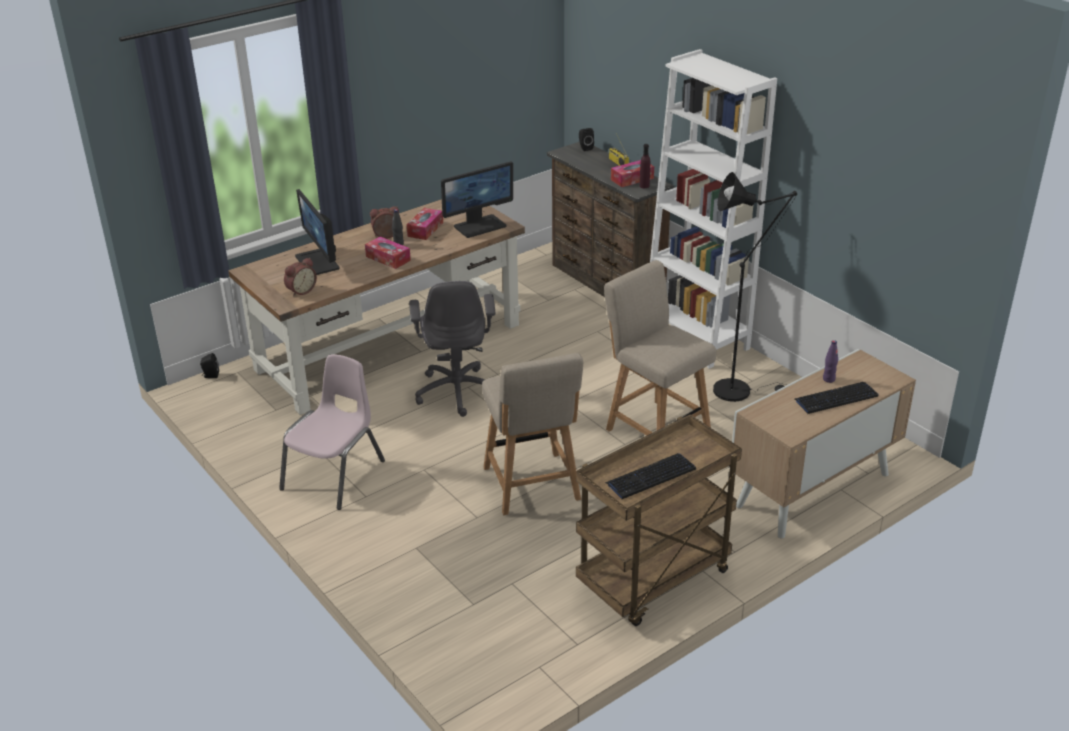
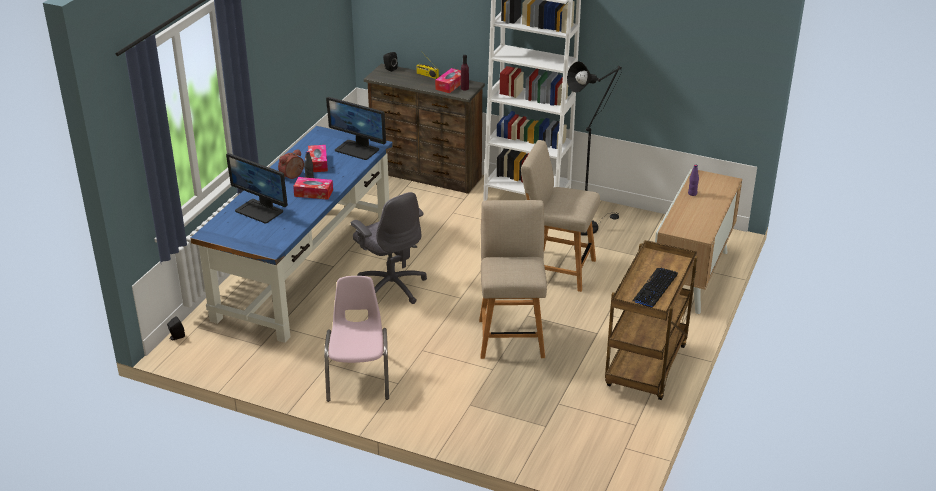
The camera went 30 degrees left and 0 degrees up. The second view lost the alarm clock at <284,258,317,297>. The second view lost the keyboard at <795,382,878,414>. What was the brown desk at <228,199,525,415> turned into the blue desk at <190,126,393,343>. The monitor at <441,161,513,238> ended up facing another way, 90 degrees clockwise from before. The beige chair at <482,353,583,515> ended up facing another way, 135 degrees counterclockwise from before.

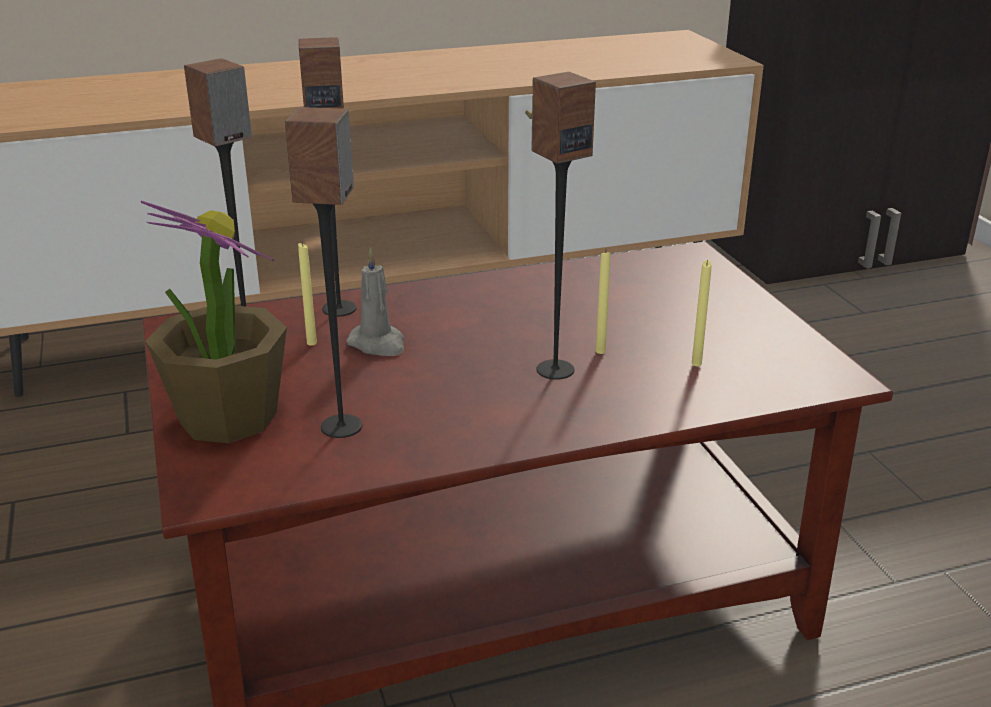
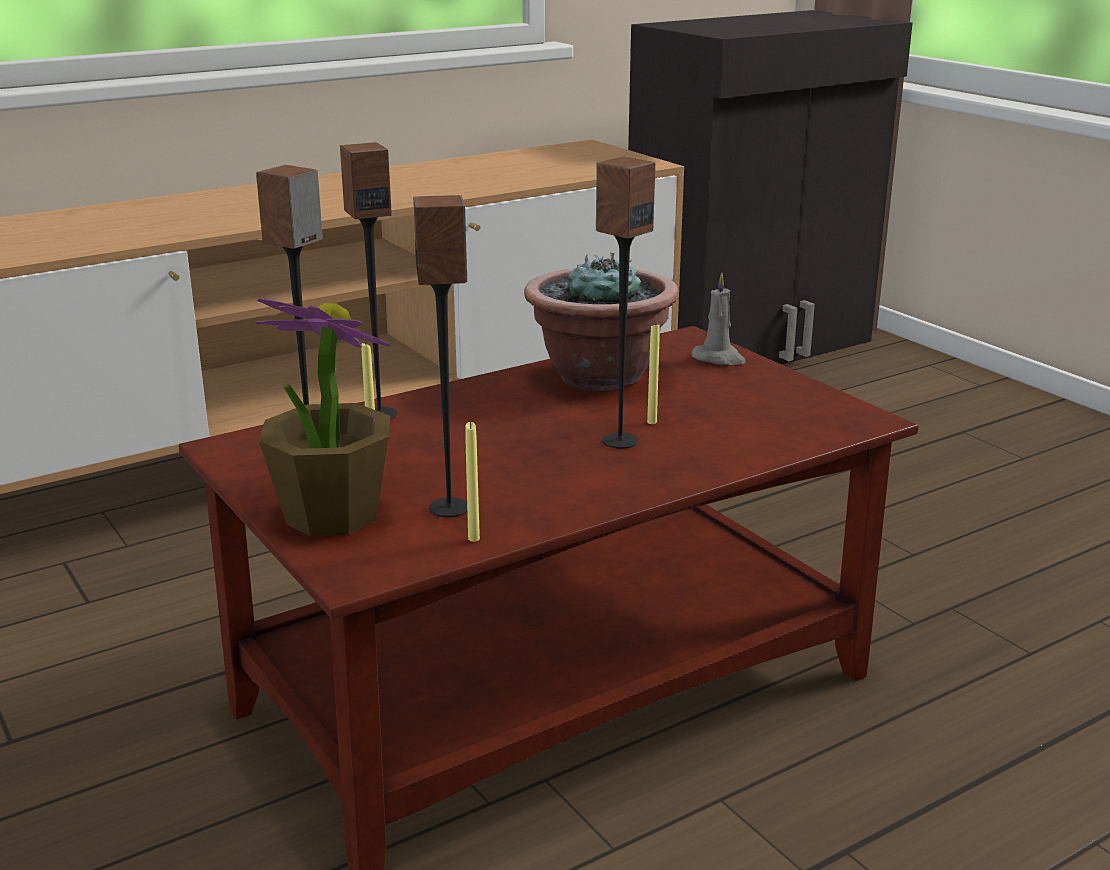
The camera went 15 degrees left and 5 degrees down. The second view gained the potted plant at <524,252,679,391>. The grey candle ended up elsewhere, having gone from <346,248,404,356> to <692,273,746,365>. The yellow candle ended up elsewhere, having gone from <692,260,712,366> to <465,422,480,542>.

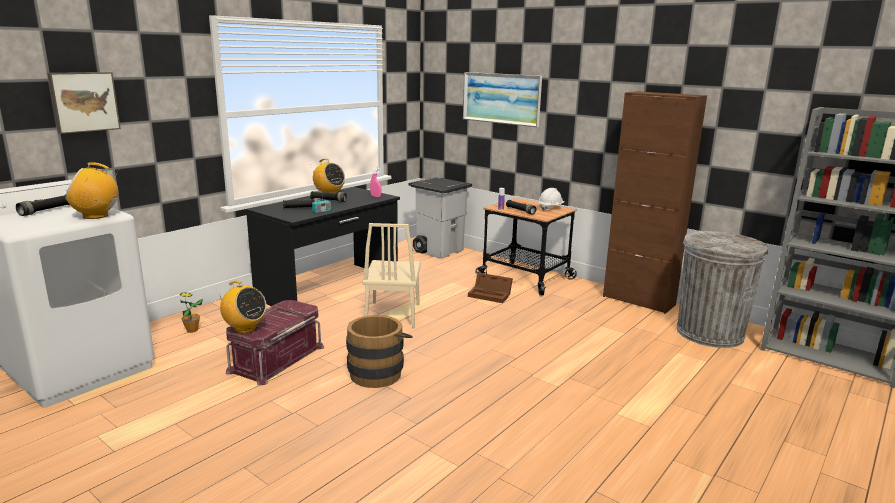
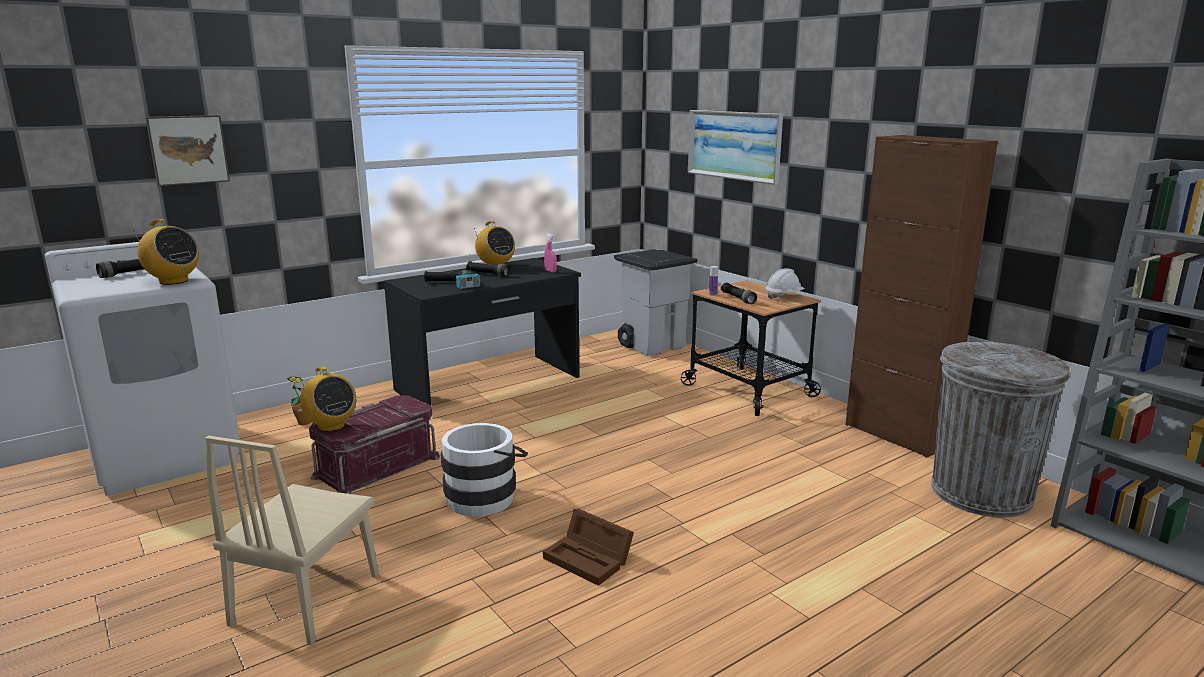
The camera went 15 degrees right and 0 degrees up. The beige chair ended up elsewhere, having gone from <363,223,421,328> to <206,436,379,645>. The brown storage box ended up elsewhere, having gone from <468,272,513,303> to <543,509,634,586>. What was the brown bucket at <346,315,413,388> turned into the white bucket at <441,423,528,517>. The radio at <65,162,119,219> ended up facing another way, 150 degrees counterclockwise from before.

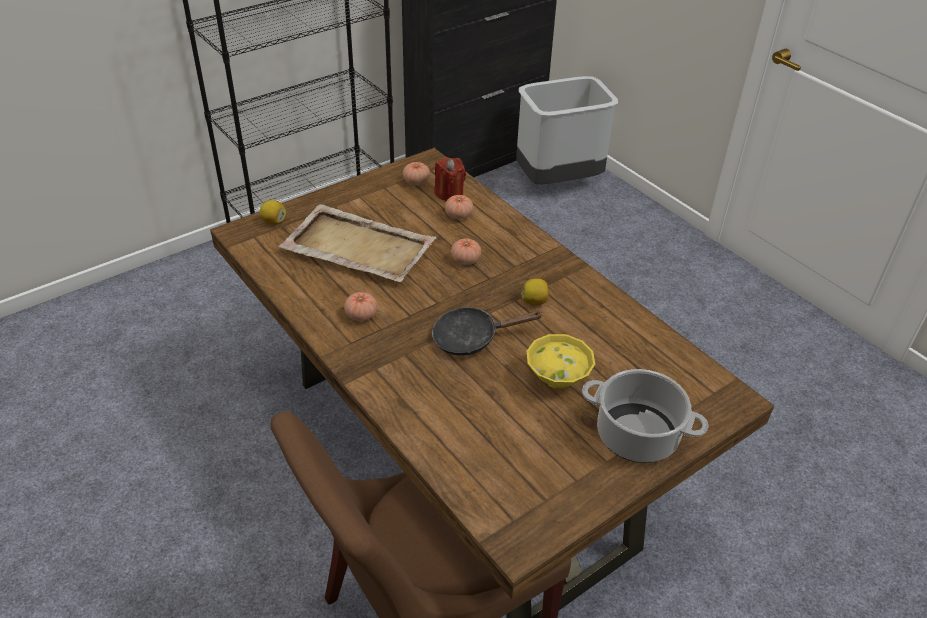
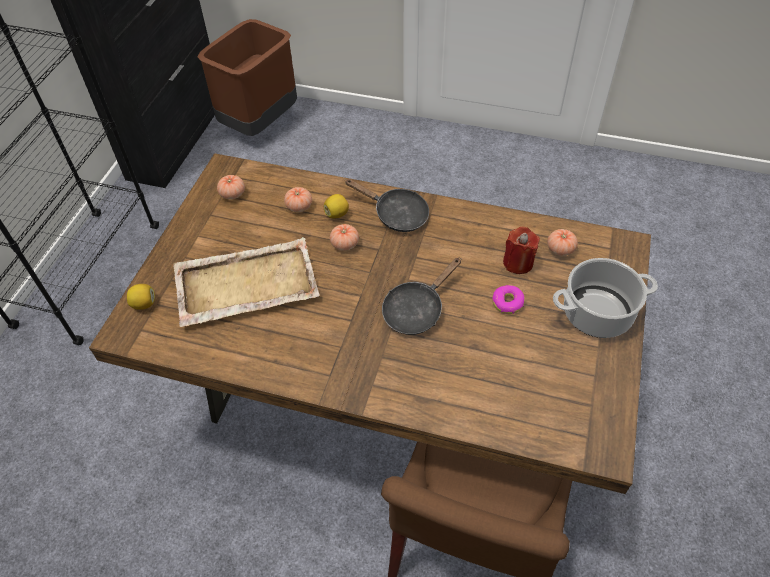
The camera went 35 degrees left and 10 degrees up. The second view gained the black frying pan at <345,179,429,232>. The tomato ended up elsewhere, having gone from <344,292,377,321> to <547,229,578,256>. The red candle ended up elsewhere, having gone from <434,157,466,201> to <503,226,540,274>. The lemon ended up elsewhere, having gone from <521,278,548,305> to <324,194,349,218>. Where the yellow bowl stood at <527,334,595,389>, the donut came to stand at <492,285,525,314>. What was the grey trash can at <516,76,618,184> turned into the brown trash can at <197,19,297,136>.

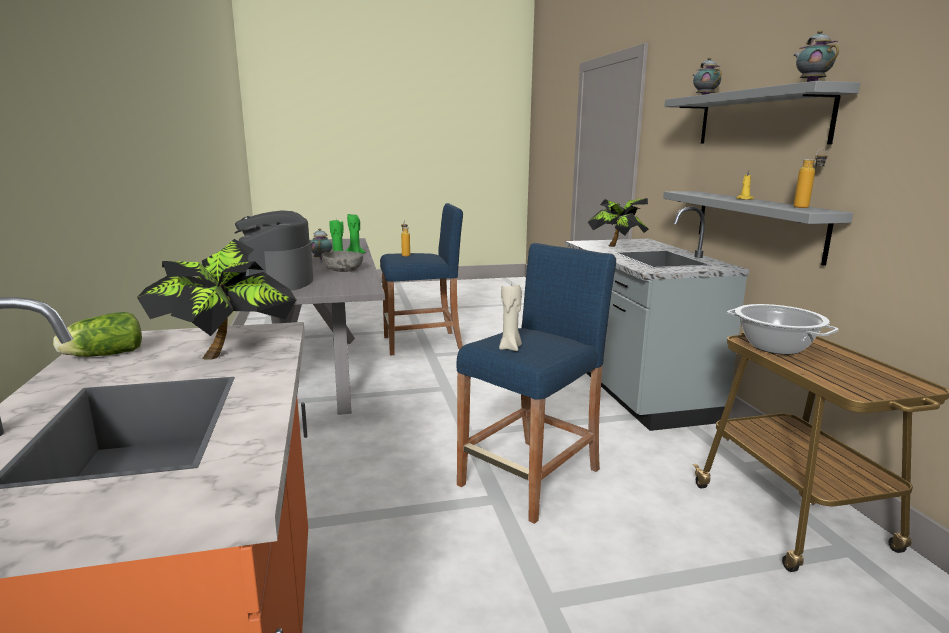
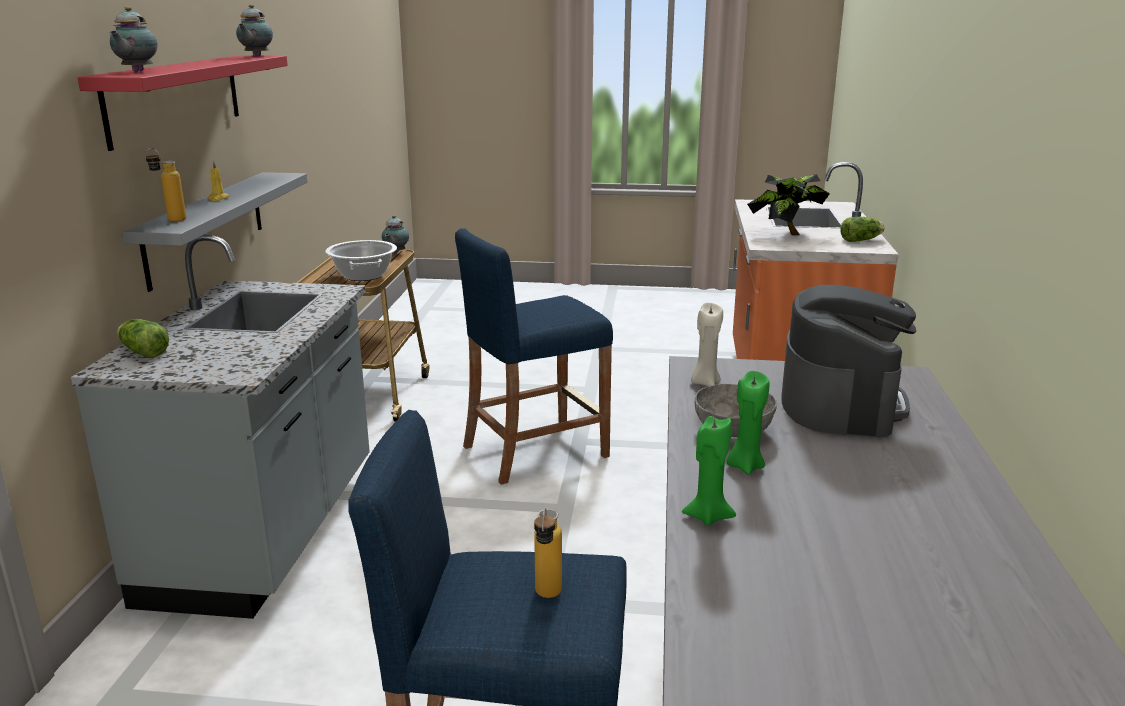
The camera went 160 degrees left and 5 degrees up. The second view lost the potted plant at <588,198,649,247>. The second view gained the lettuce at <117,319,169,358>. The teapot ended up elsewhere, having gone from <311,228,332,260> to <382,215,409,253>. The beige candle ended up elsewhere, having gone from <499,283,522,351> to <691,303,723,386>. The bottle ended up elsewhere, having gone from <794,149,828,208> to <146,148,186,221>. What was the grey shelf at <664,81,860,144> turned into the red shelf at <77,55,288,151>.

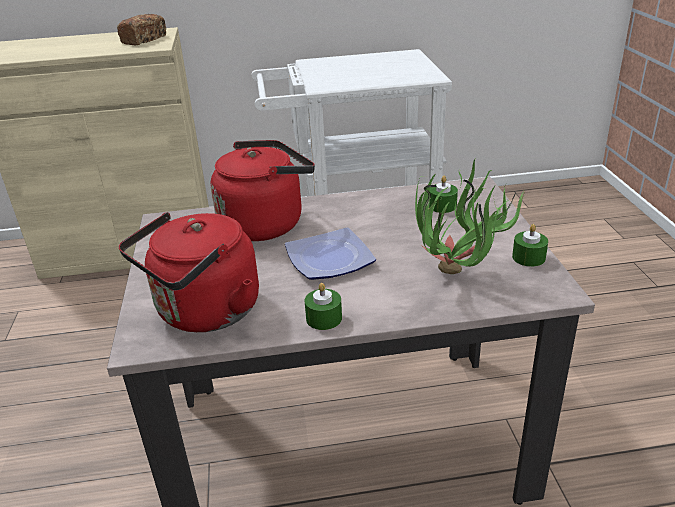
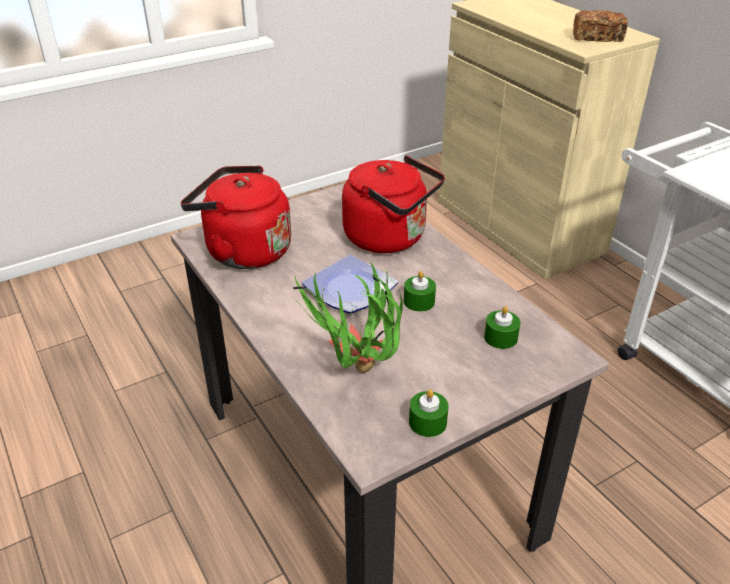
The camera went 65 degrees right and 5 degrees up. The green candle ended up elsewhere, having gone from <305,283,342,330> to <404,271,436,312>.

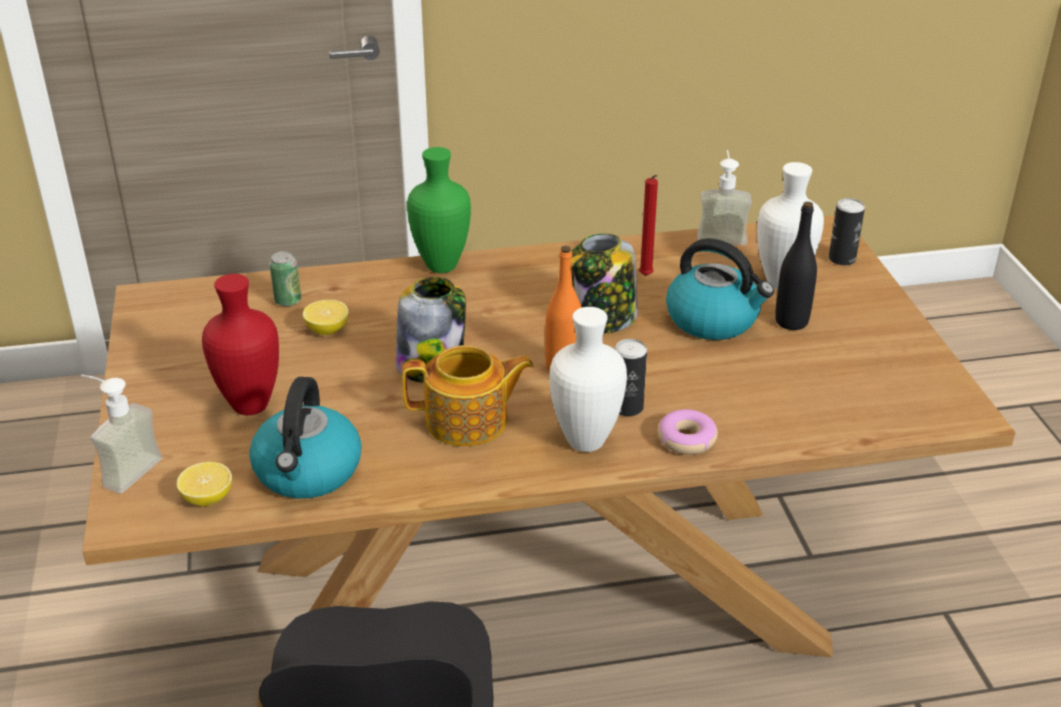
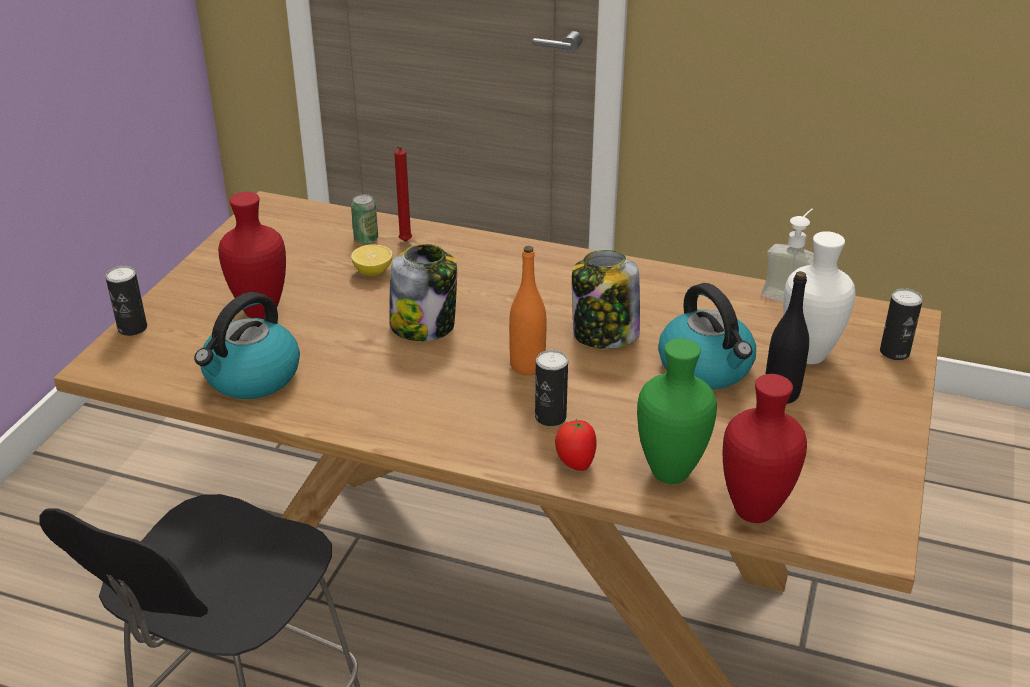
The camera went 30 degrees right and 0 degrees up. The second view lost the lemon at <177,462,232,506>. The second view lost the teapot at <402,345,534,447>. The second view lost the white vase at <549,307,627,452>. The second view gained the red vase at <723,374,807,523>. The green vase ended up elsewhere, having gone from <407,147,471,273> to <637,338,717,484>. The red candle ended up elsewhere, having gone from <639,175,658,276> to <394,146,412,242>. Where the soap dispenser stood at <81,375,162,494>, the can came to stand at <106,266,147,336>. Where the donut stood at <658,409,718,455>, the tomato came to stand at <555,419,597,471>.

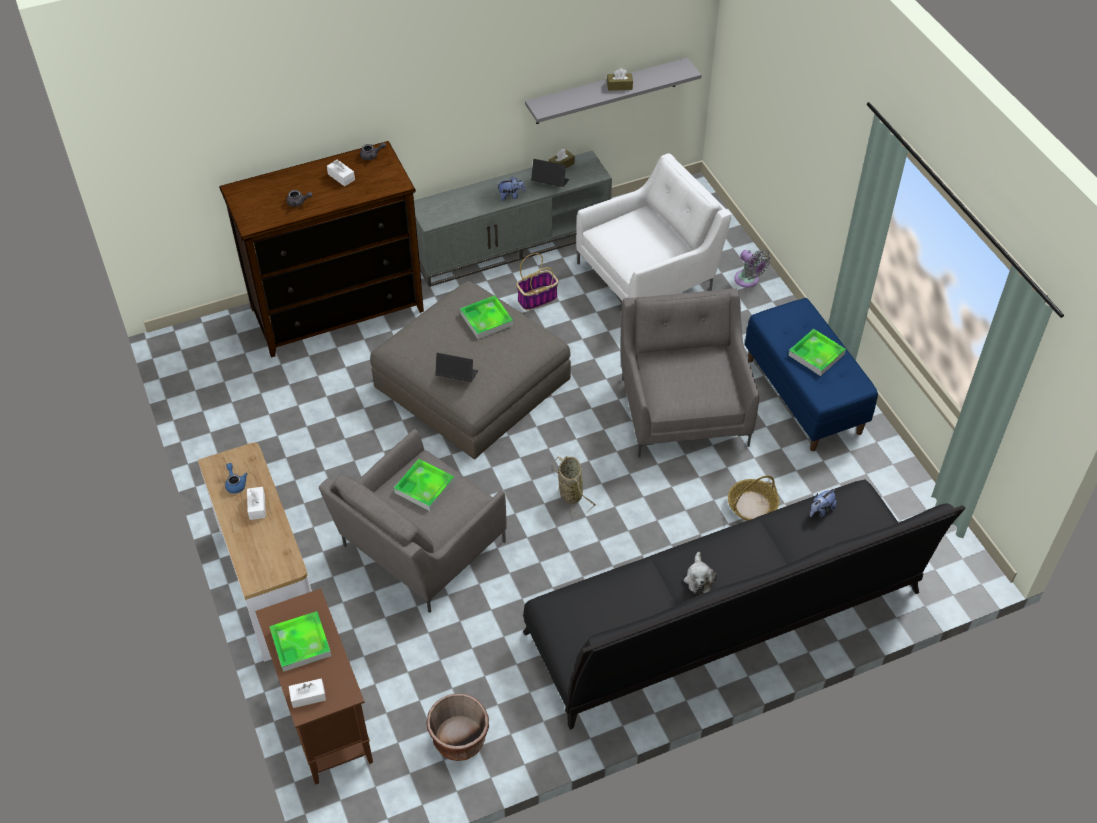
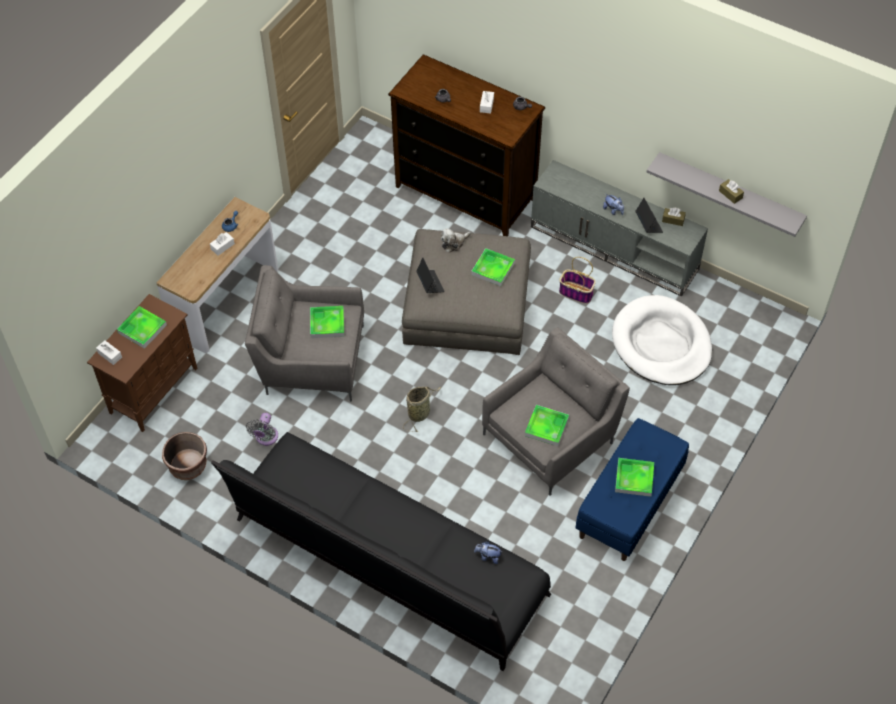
The camera went 55 degrees right and 5 degrees up. The second view lost the basket at <728,475,779,521>. The second view gained the tray at <525,405,569,446>. The plush toy ended up elsewhere, having gone from <684,552,718,593> to <441,228,471,253>. The grey fan ended up elsewhere, having gone from <734,249,771,288> to <246,413,278,446>. Where the white armchair stood at <576,153,732,302>, the white dog bed came to stand at <612,295,712,385>.

